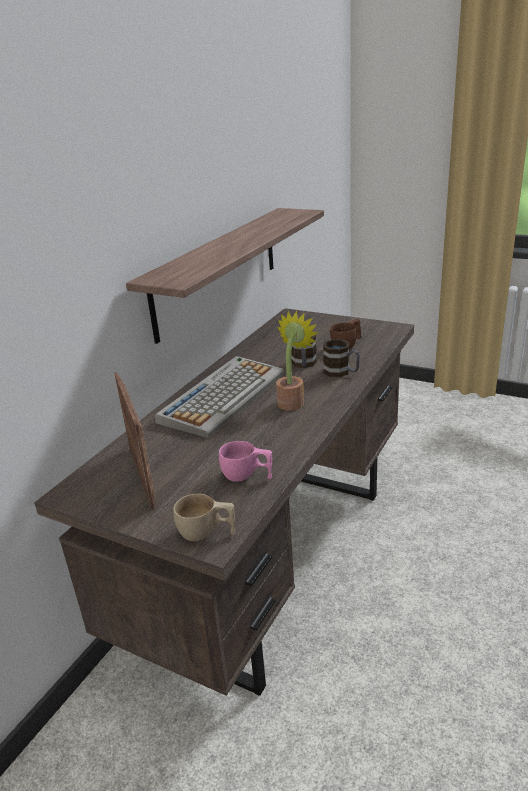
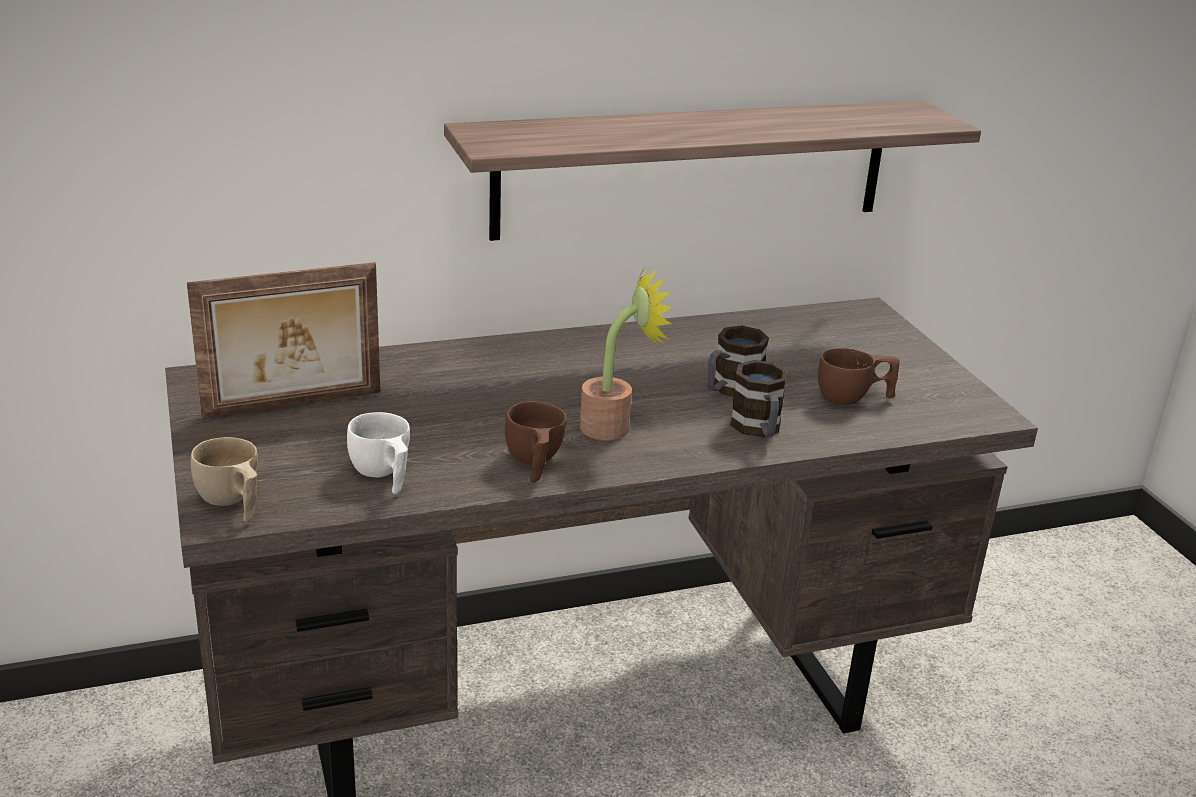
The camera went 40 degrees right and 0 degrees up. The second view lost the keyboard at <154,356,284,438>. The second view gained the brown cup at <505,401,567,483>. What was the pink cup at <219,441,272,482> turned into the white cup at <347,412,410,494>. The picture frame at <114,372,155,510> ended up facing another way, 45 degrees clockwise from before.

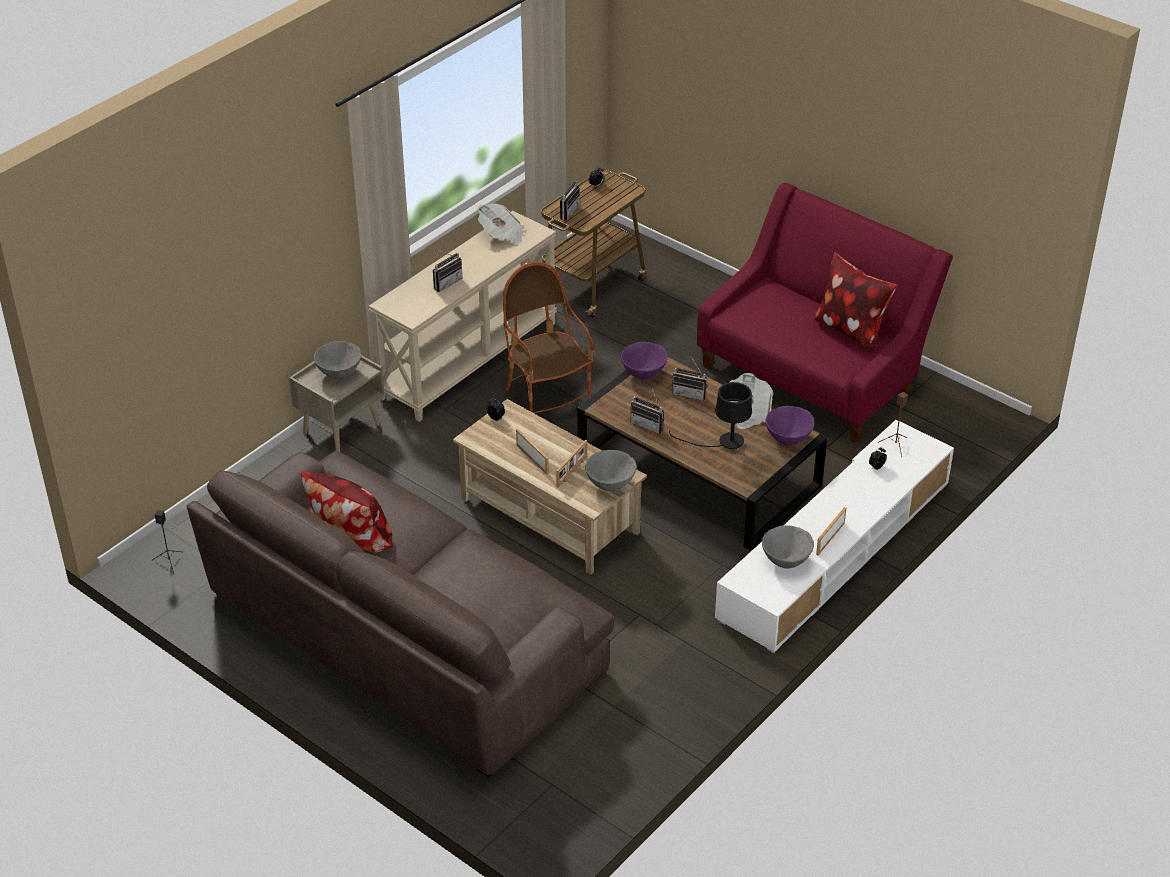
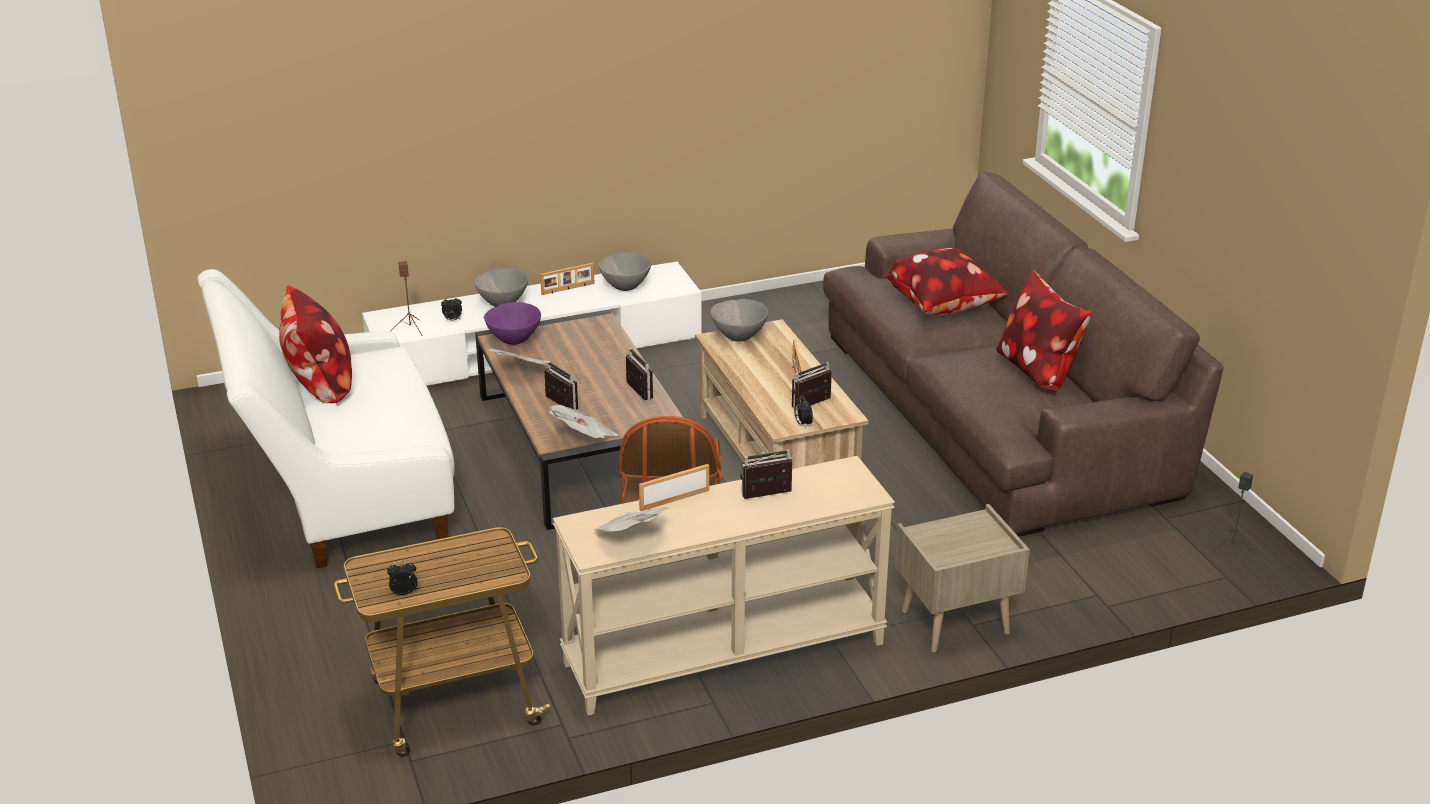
The camera went 150 degrees left and 10 degrees down. The second view lost the black table lamp at <669,382,752,449>. The second view gained the pillow at <884,248,1008,315>. The grey bowl ended up elsewhere, having gone from <314,341,361,379> to <474,268,528,307>. The picture frame ended up elsewhere, having gone from <556,440,587,488> to <639,464,709,511>. The radio ended up elsewhere, having gone from <557,180,580,221> to <792,362,832,409>. Where the purple bowl stood at <621,342,668,379>, the newspaper came to stand at <549,405,618,439>. What was the red sofa at <697,183,953,443> turned into the white sofa at <197,269,455,568>.

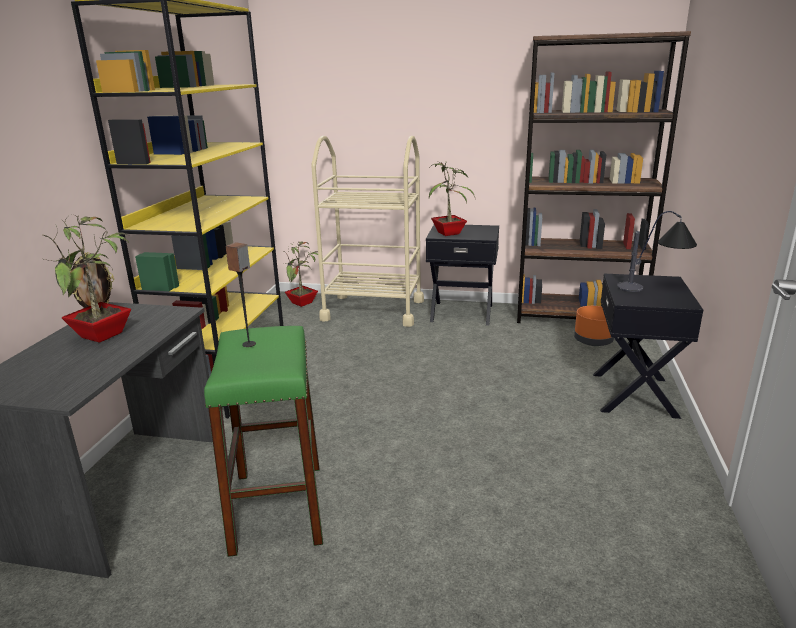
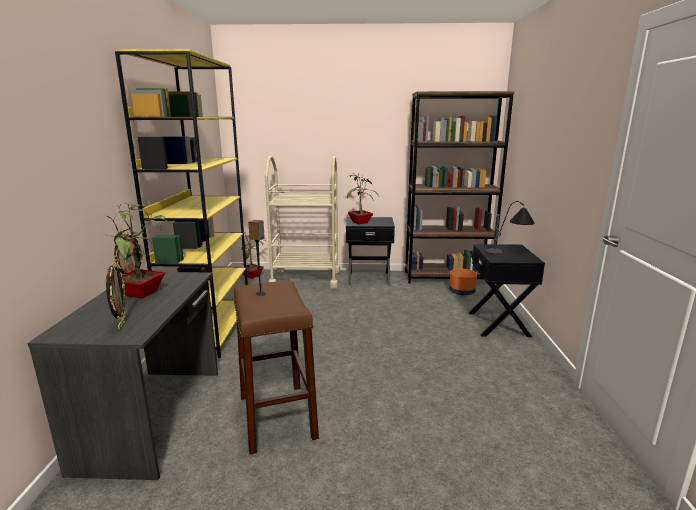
The camera went 10 degrees left and 5 degrees down. The second view gained the picture frame at <106,263,127,330>. What was the green stool at <204,326,323,557> turned into the brown stool at <234,281,319,454>.

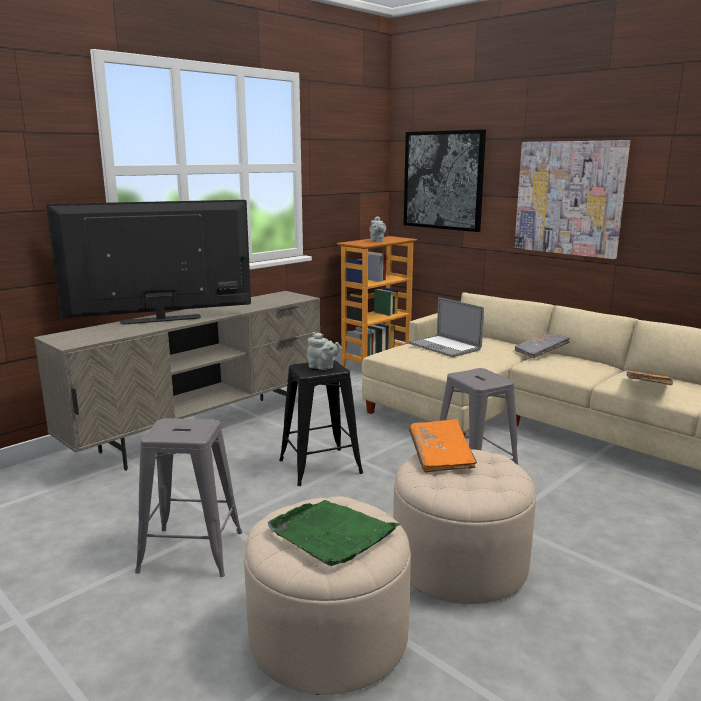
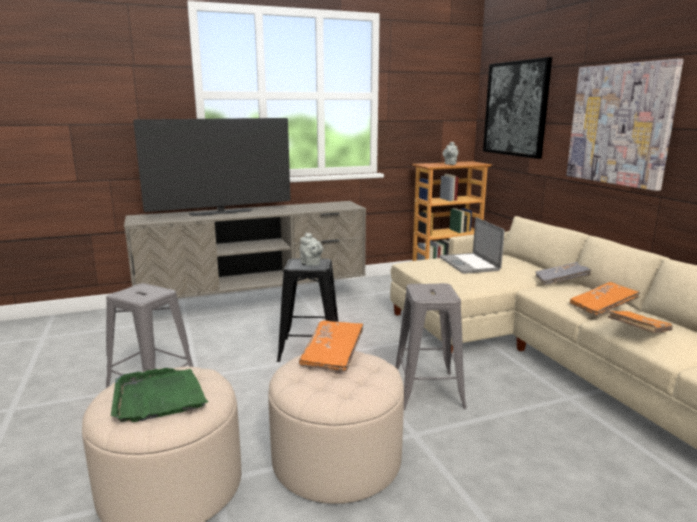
The camera went 25 degrees right and 0 degrees up. The second view gained the orange book at <570,282,640,316>. The television at <46,200,251,325> ended up facing another way, 150 degrees clockwise from before.

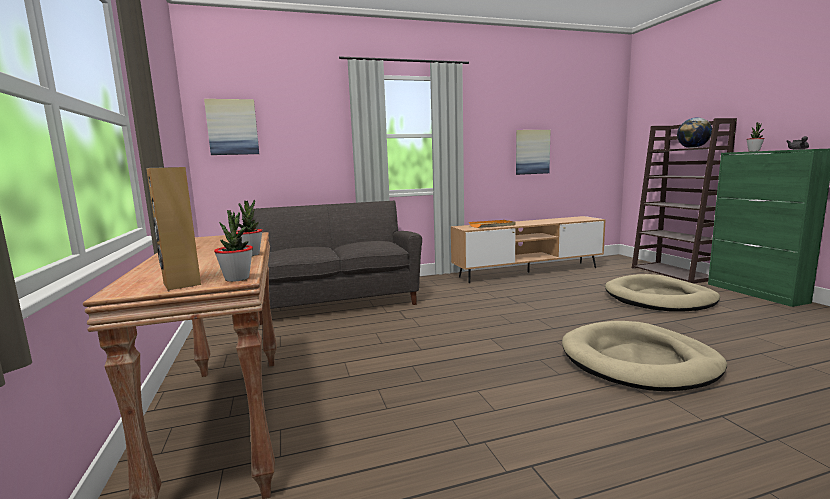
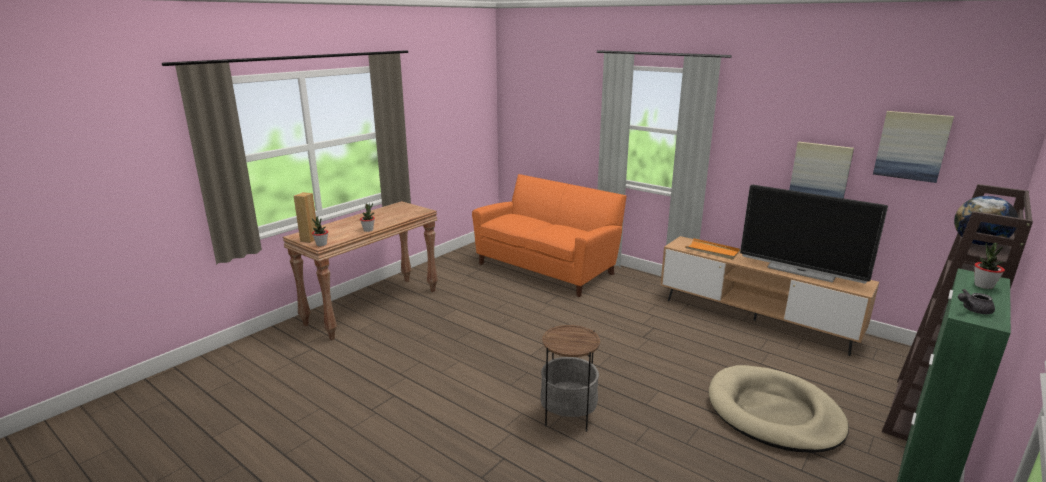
The camera went 55 degrees right and 10 degrees up. The second view gained the television at <740,185,888,284>. The picture ended up elsewhere, having gone from <204,99,259,155> to <873,111,954,183>. Where the beige dog bed stood at <562,321,727,392>, the side table came to stand at <540,325,600,432>. What was the grey sofa at <251,201,422,325> turned into the orange sofa at <472,174,627,297>.

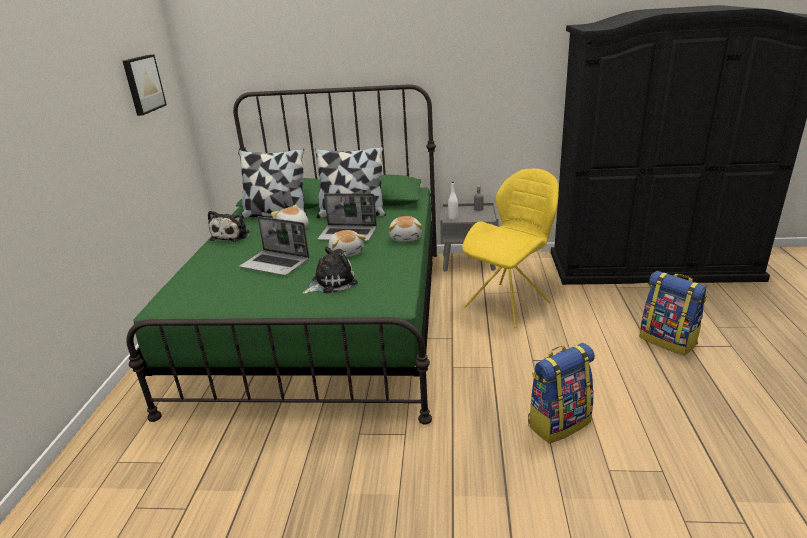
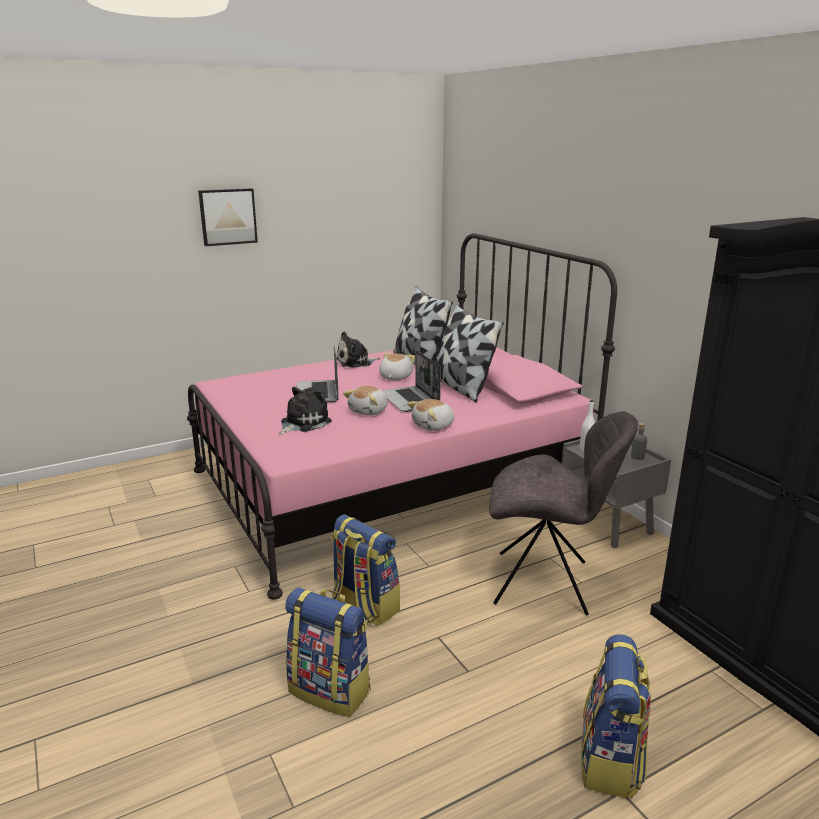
The camera went 55 degrees right and 5 degrees down. The second view gained the backpack at <331,514,400,626>. The picture ended up elsewhere, having gone from <123,54,167,116> to <198,188,258,246>. What was the green bed at <126,84,437,425> turned into the pink bed at <187,233,617,599>. What was the yellow chair at <462,169,559,328> turned into the grey chair at <489,411,638,615>. The plush toy at <302,246,358,294> ended up facing another way, 75 degrees counterclockwise from before.

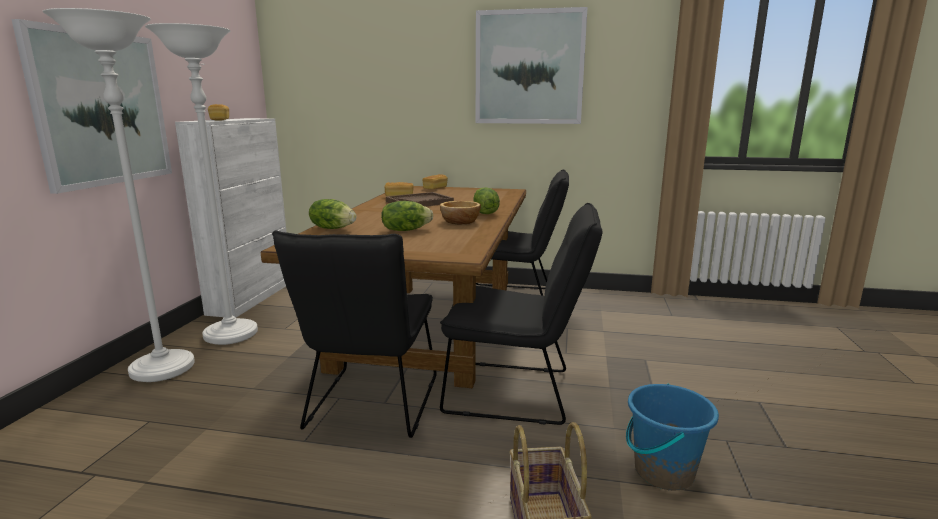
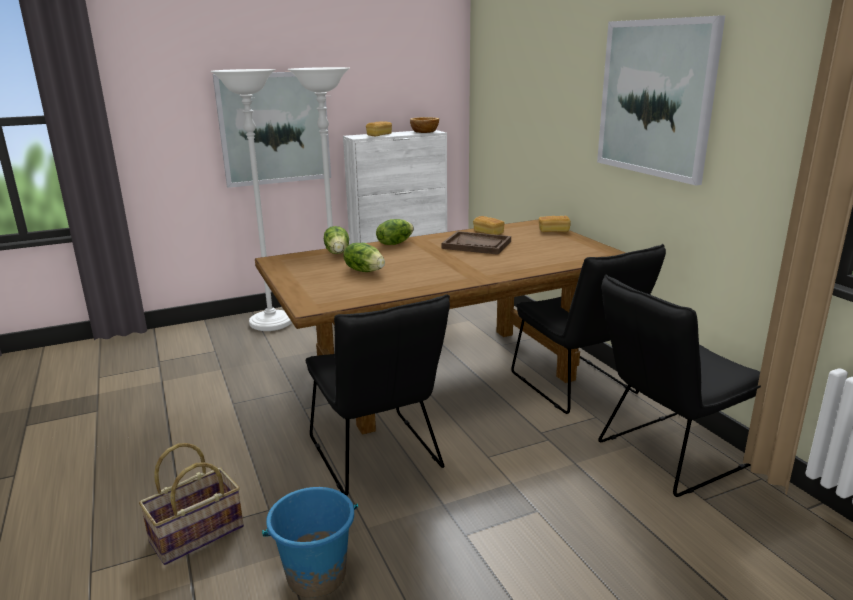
The camera went 55 degrees right and 5 degrees up. The black chair ended up elsewhere, having gone from <272,230,437,438> to <598,274,761,497>. The bowl ended up elsewhere, having gone from <440,201,481,224> to <410,117,439,133>. The lettuce ended up elsewhere, having gone from <473,187,500,214> to <376,219,414,245>.

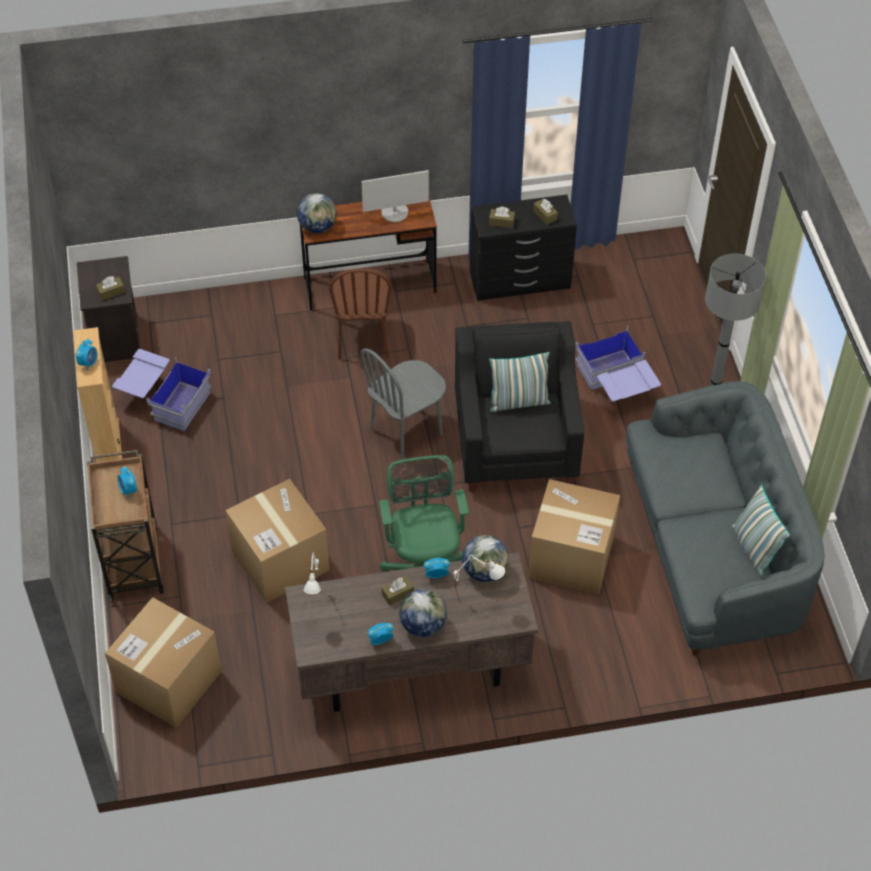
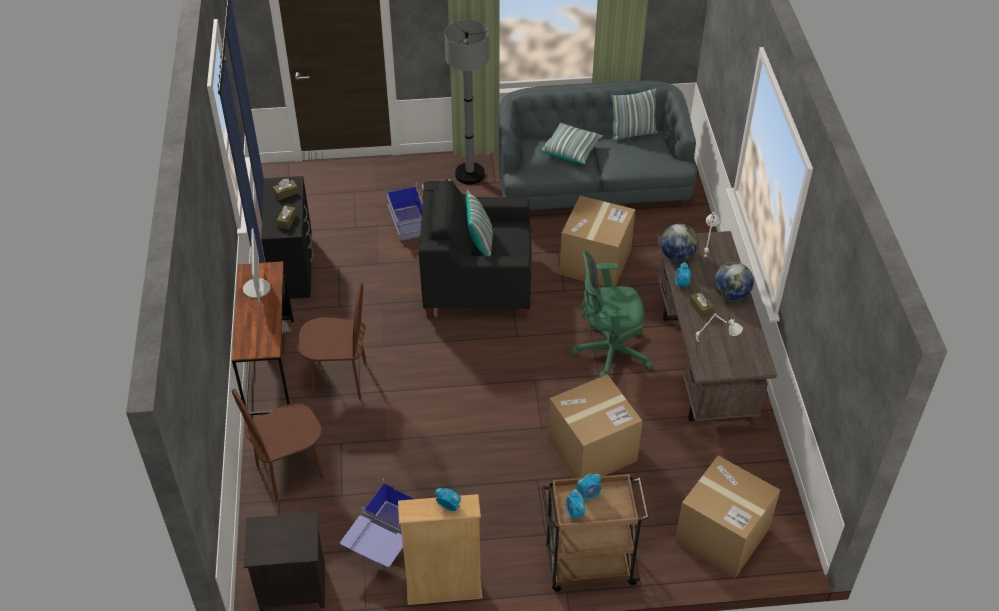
The camera went 85 degrees left and 5 degrees down. The second view lost the brown tissue box at <96,276,125,300>. The second view lost the globe at <297,193,337,233>. The second view lost the grey chair at <361,348,446,460>. The second view gained the brown chair at <232,389,324,502>. The second view gained the pillow at <539,122,603,164>. The alarm clock ended up elsewhere, having gone from <367,623,393,645> to <565,489,585,521>.

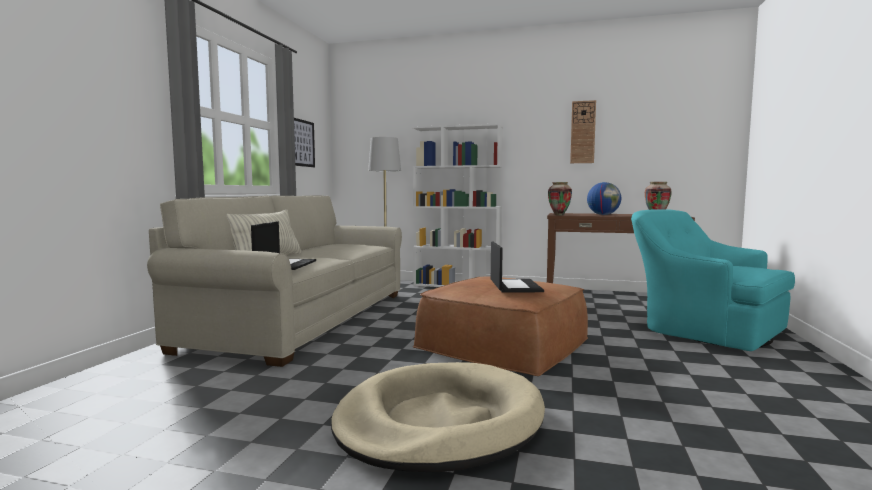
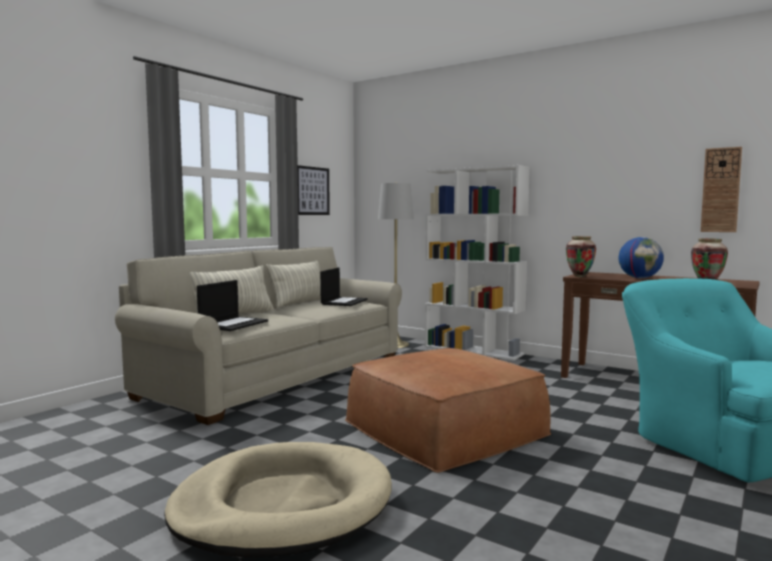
The camera went 20 degrees right and 0 degrees up. The second view gained the pillow at <266,261,321,308>. The laptop ended up elsewhere, having gone from <491,241,544,293> to <320,268,368,306>. The wall clock ended up elsewhere, having gone from <570,100,596,163> to <701,147,742,232>.

